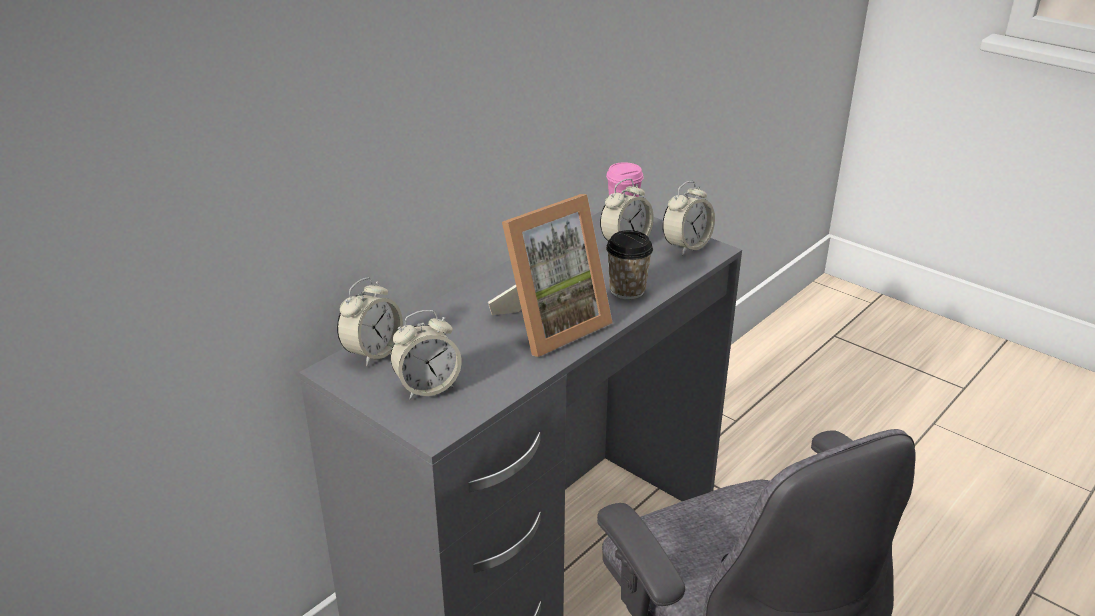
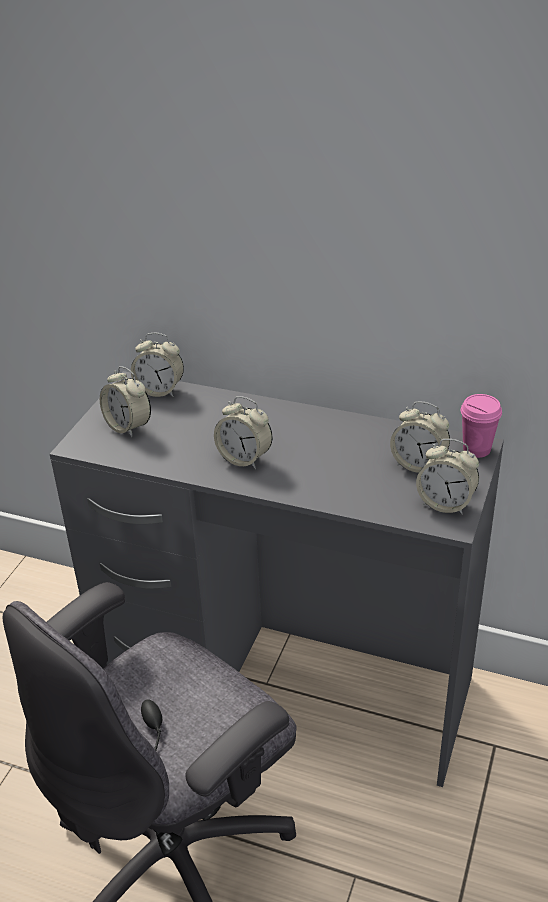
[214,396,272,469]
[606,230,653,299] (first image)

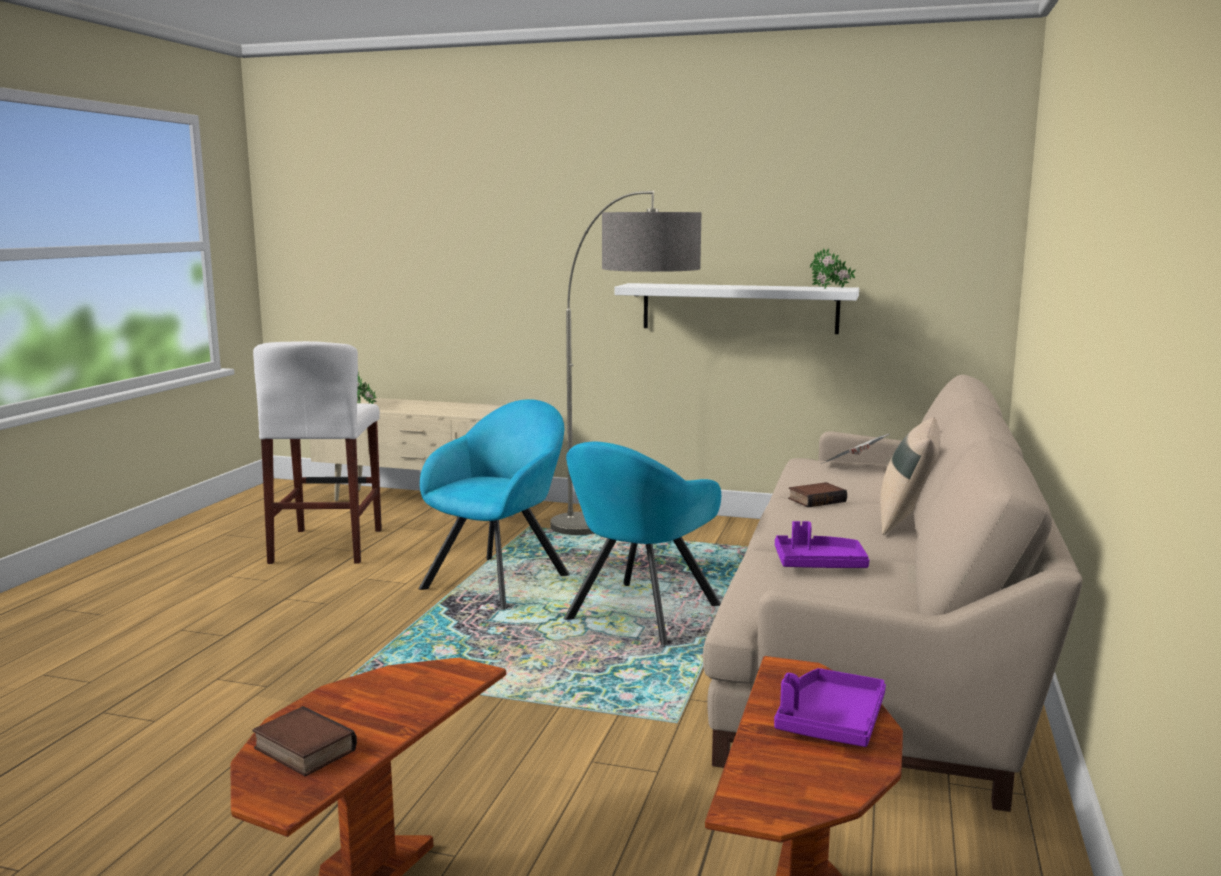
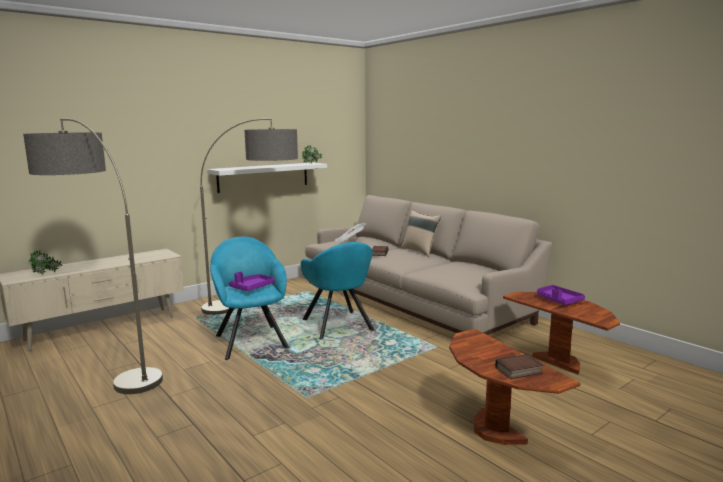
[23,118,163,394]
[229,272,275,291]

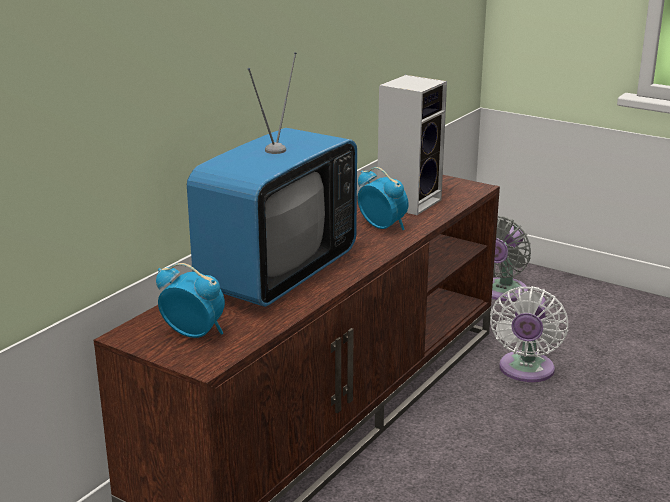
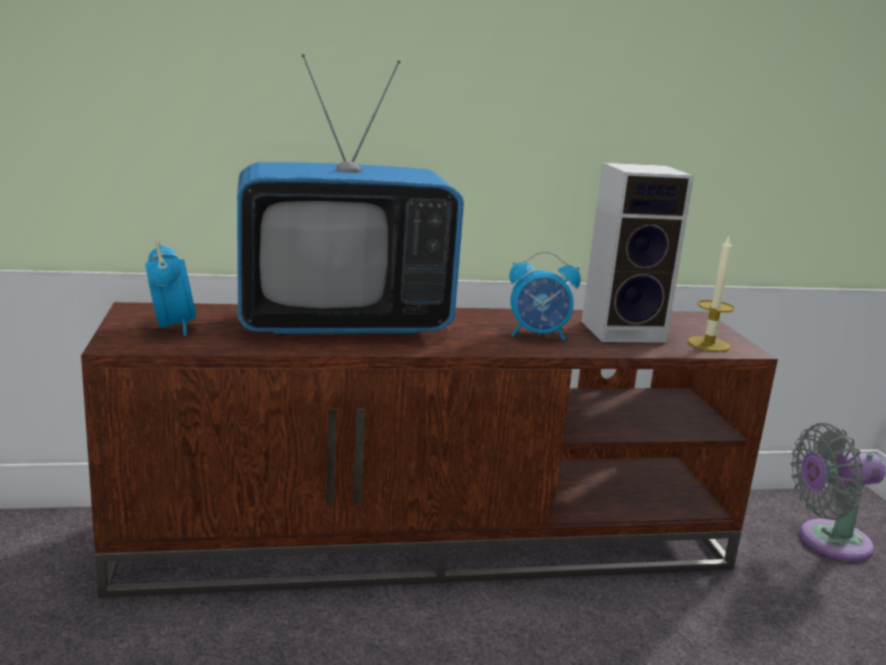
[509,251,581,341]
[490,286,568,382] (first image)
[688,236,734,352]

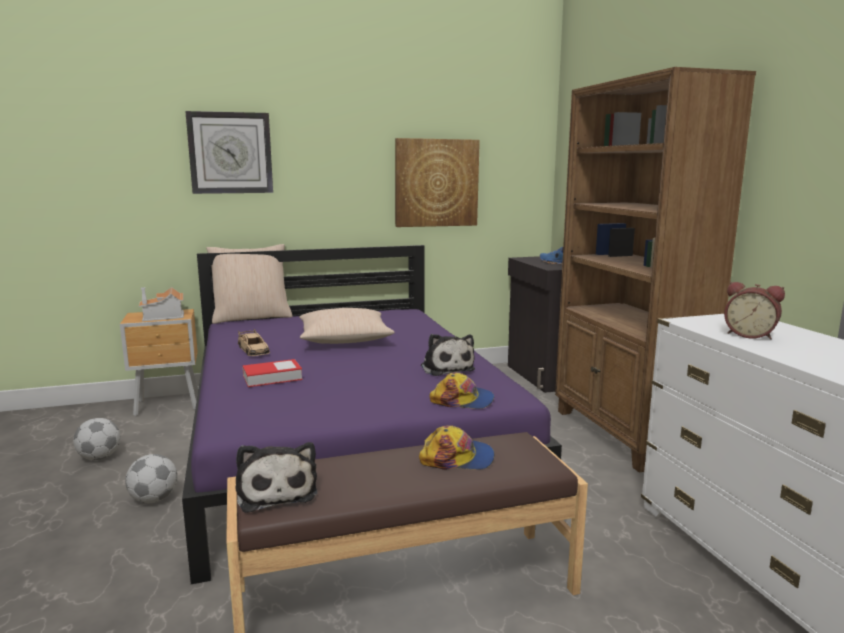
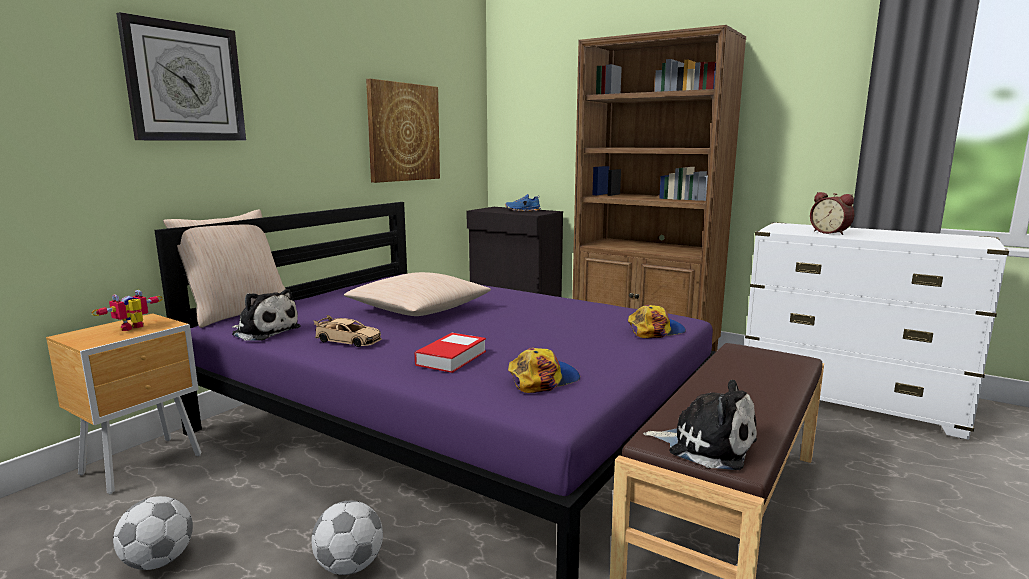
[810,192,855,235]
[92,290,162,331]
[232,289,301,341]
[508,348,580,393]

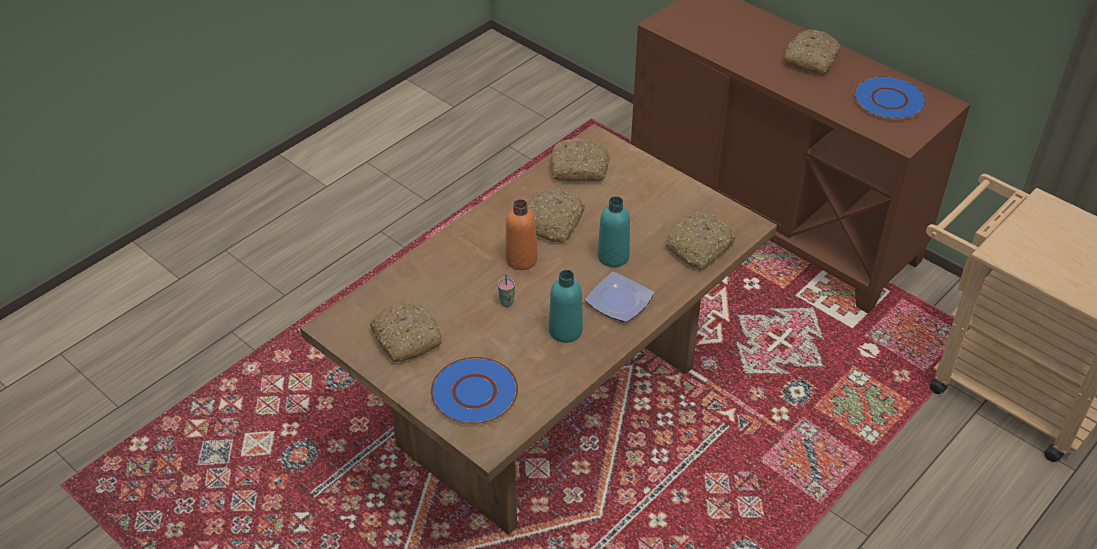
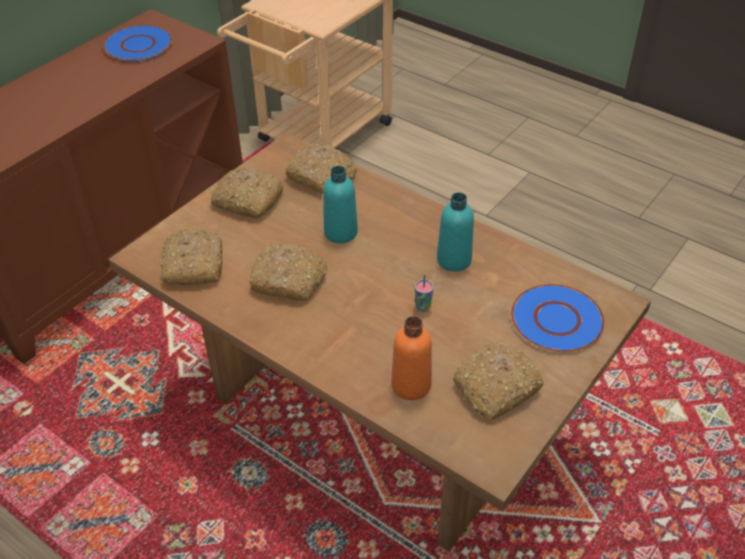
[211,167,283,218]
[391,316,432,400]
[585,272,654,322] (first image)

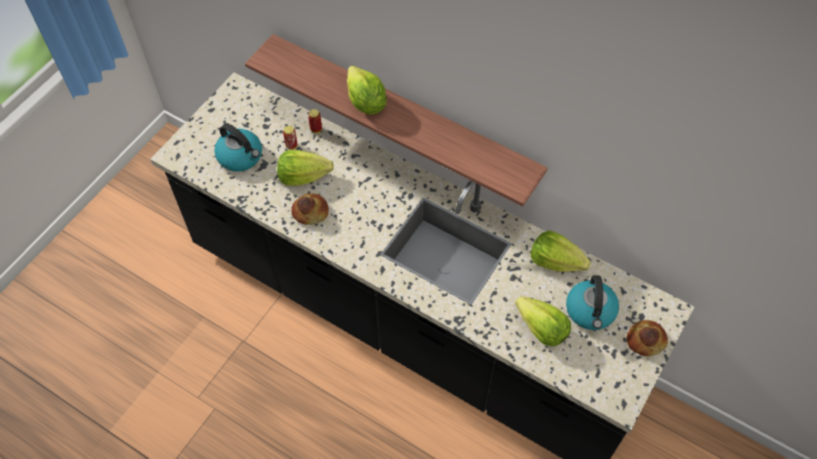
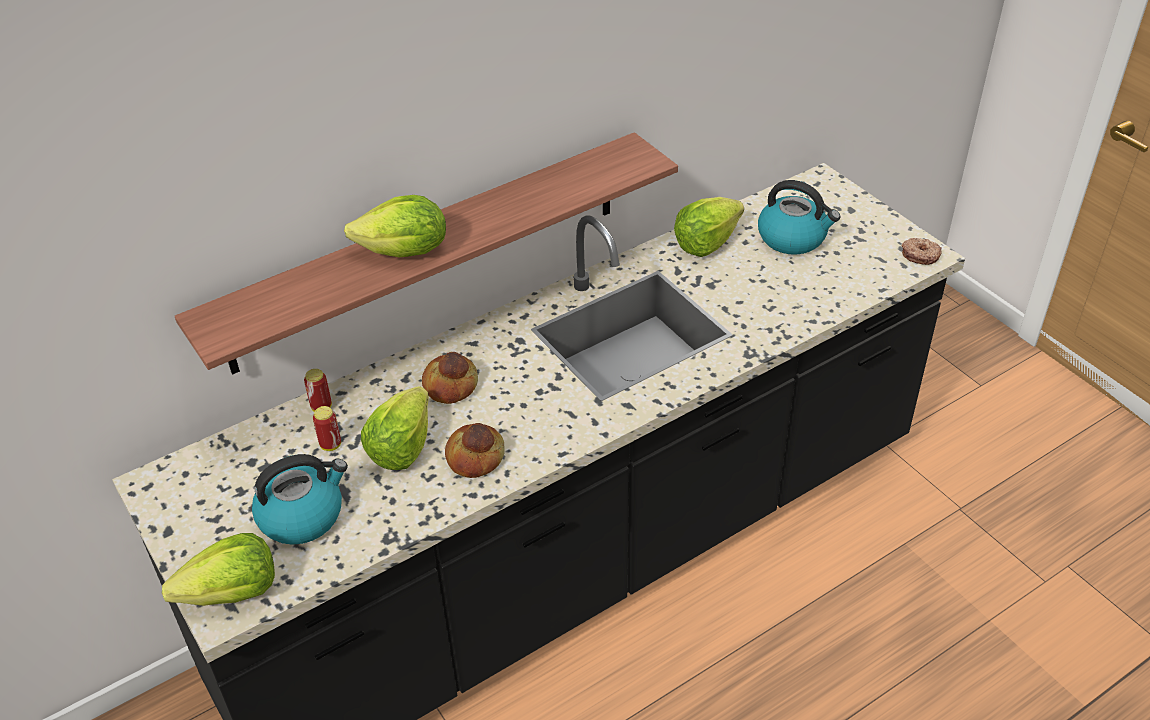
[162,533,275,606]
[422,352,478,404]
[902,238,942,265]

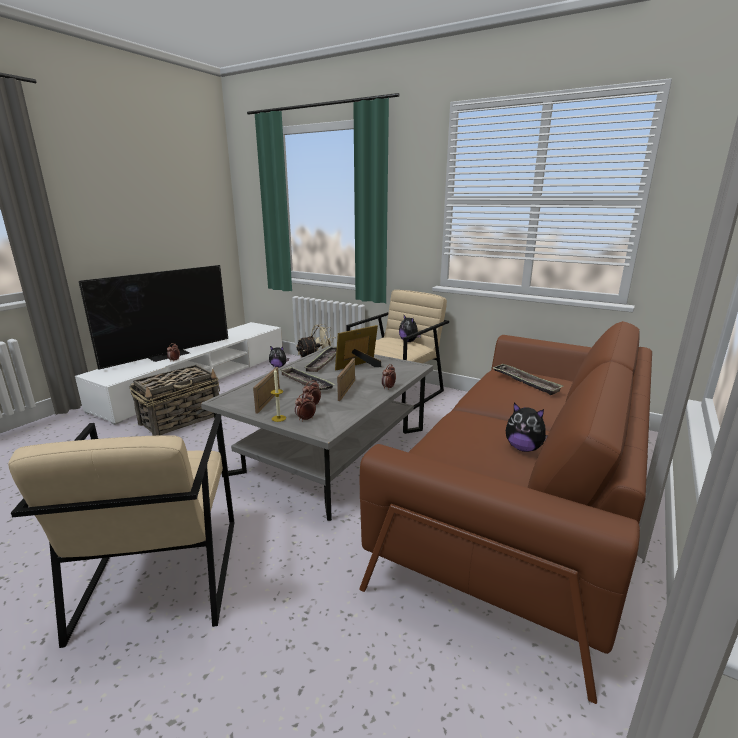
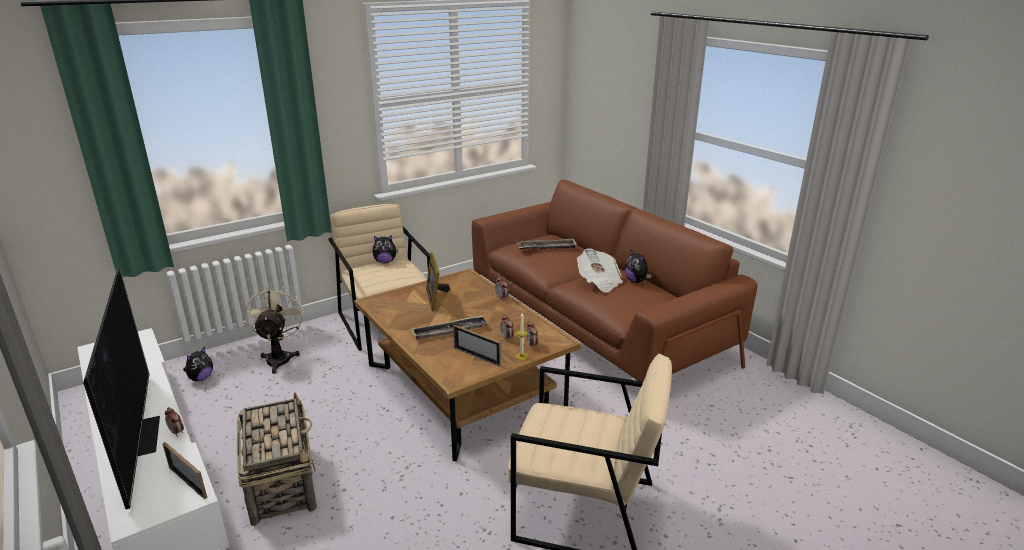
[354,268,581,461]
[305,347,337,372] (first image)
[162,442,207,499]
[624,250,652,283]
[577,248,623,293]

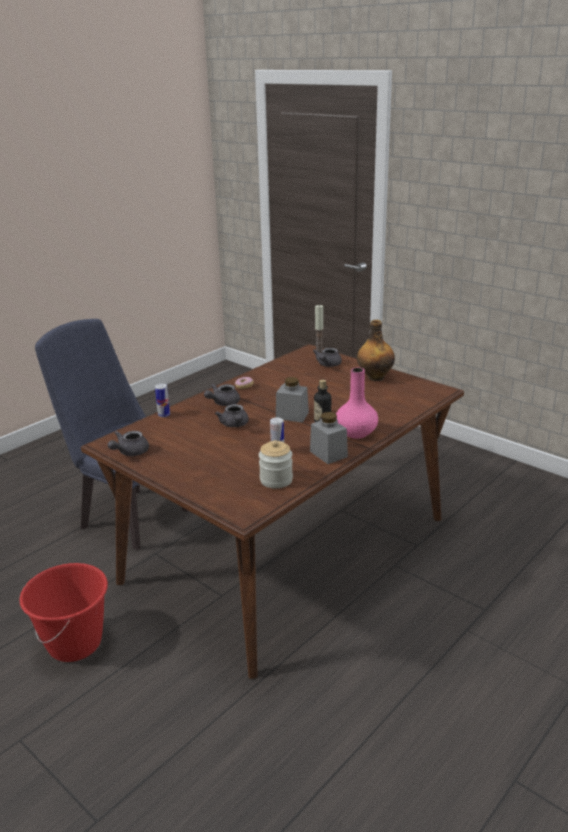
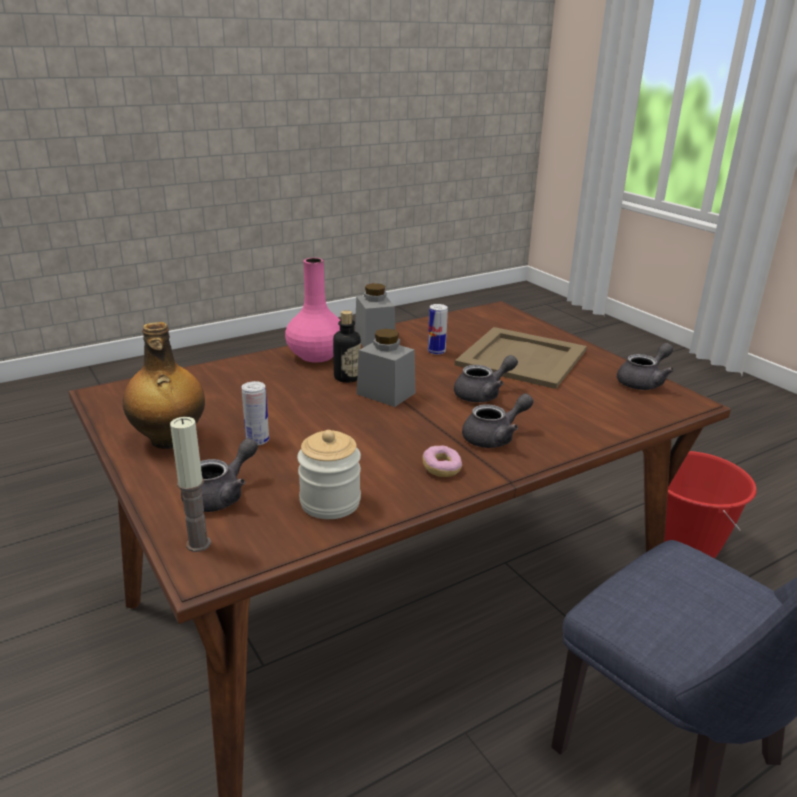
[241,381,269,445]
[454,355,518,402]
[297,430,361,519]
[455,327,587,389]

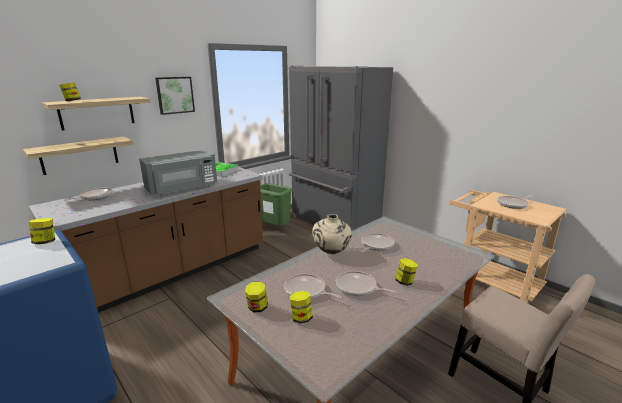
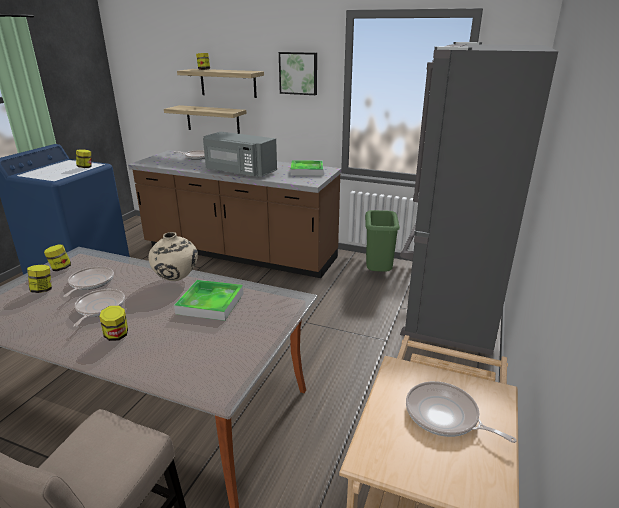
[174,280,244,321]

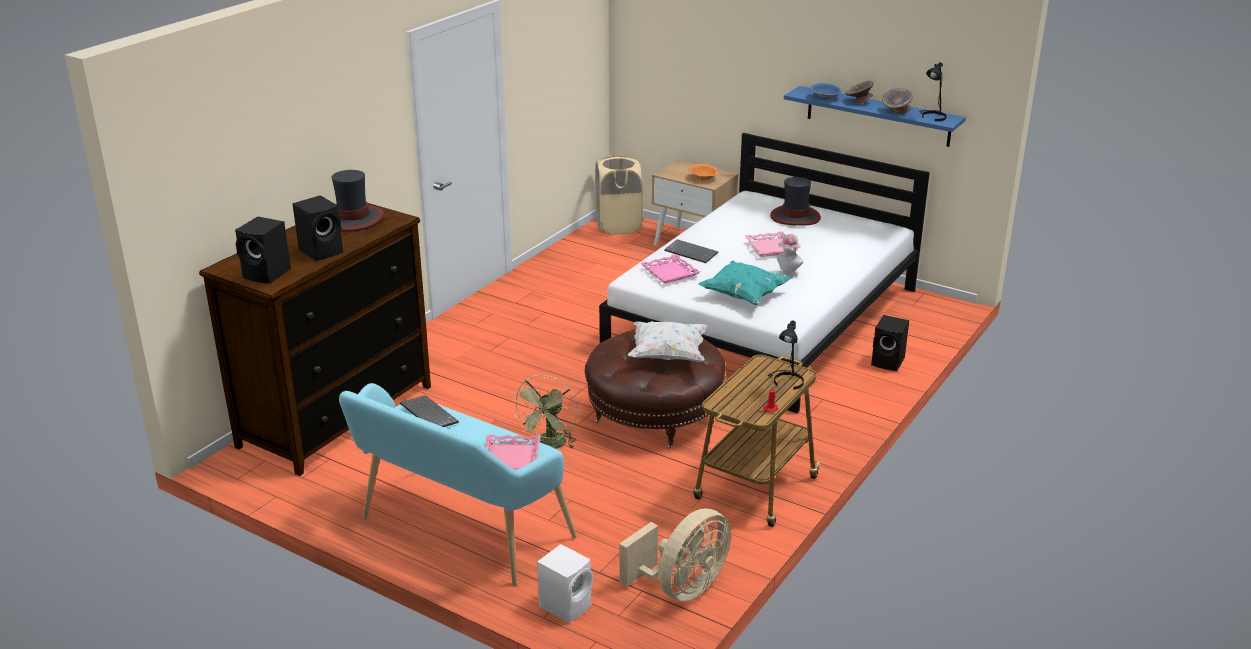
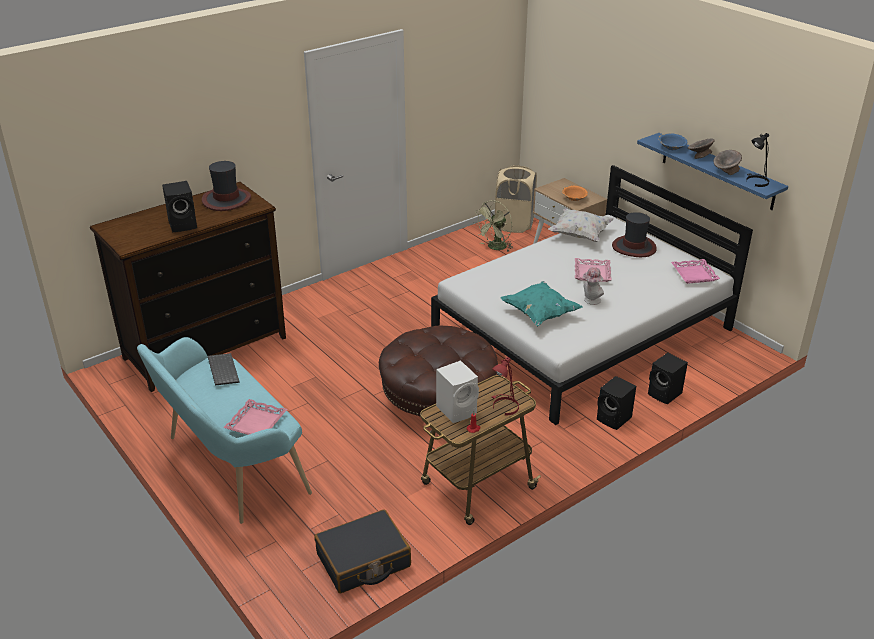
[597,376,636,430]
[664,239,718,263] (first image)
[671,259,720,284]
[492,357,519,415]
[548,209,614,242]
[474,200,512,252]
[314,510,411,593]
[436,360,479,423]

